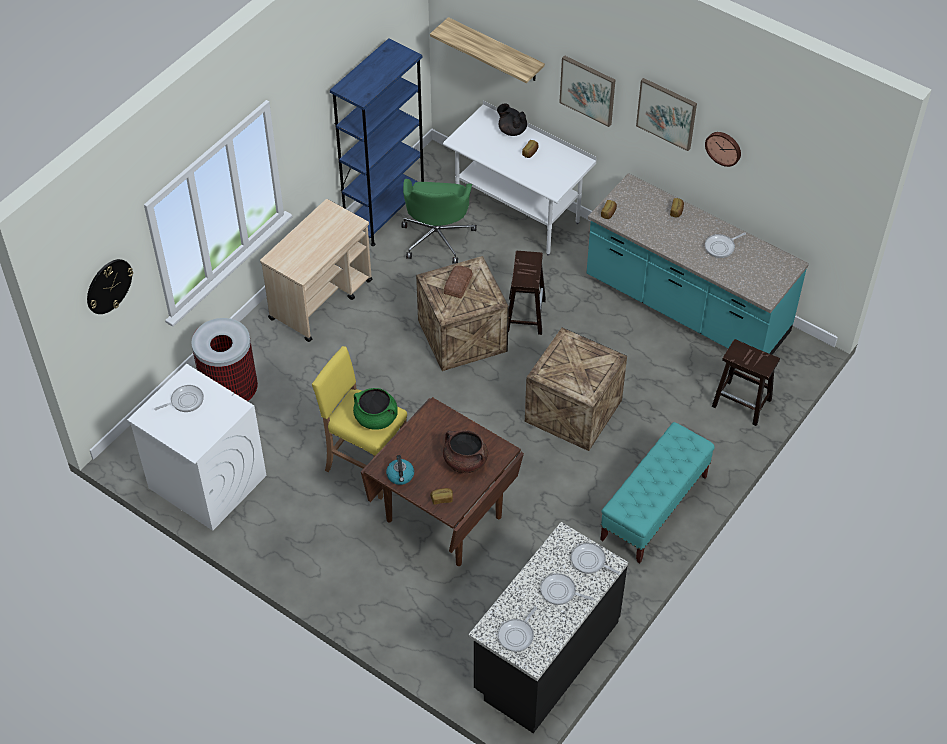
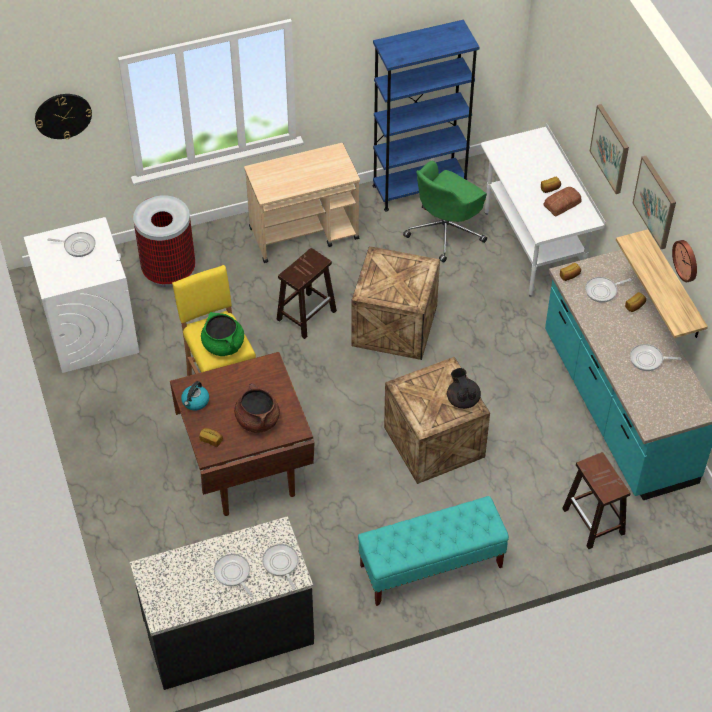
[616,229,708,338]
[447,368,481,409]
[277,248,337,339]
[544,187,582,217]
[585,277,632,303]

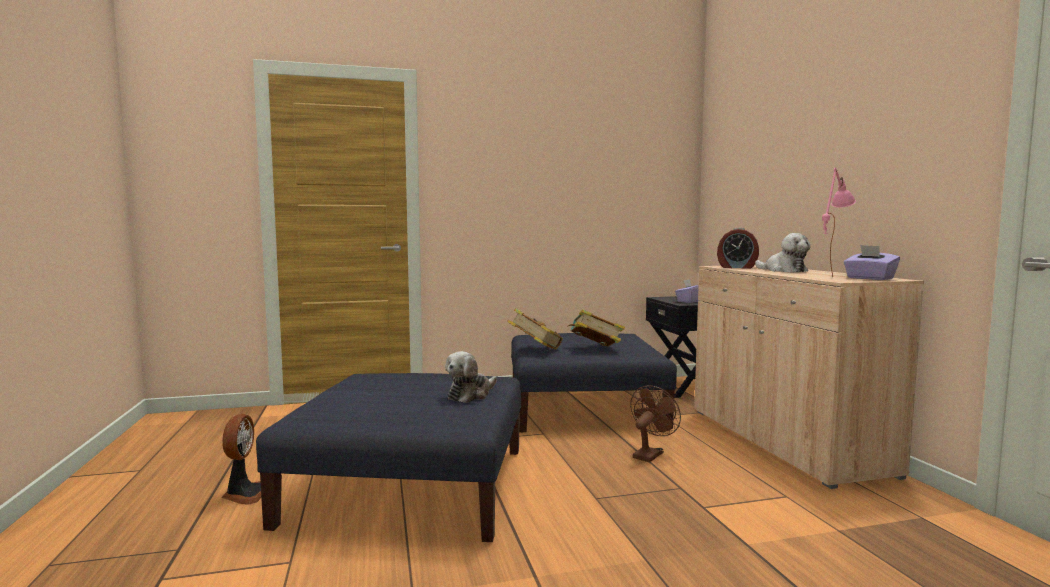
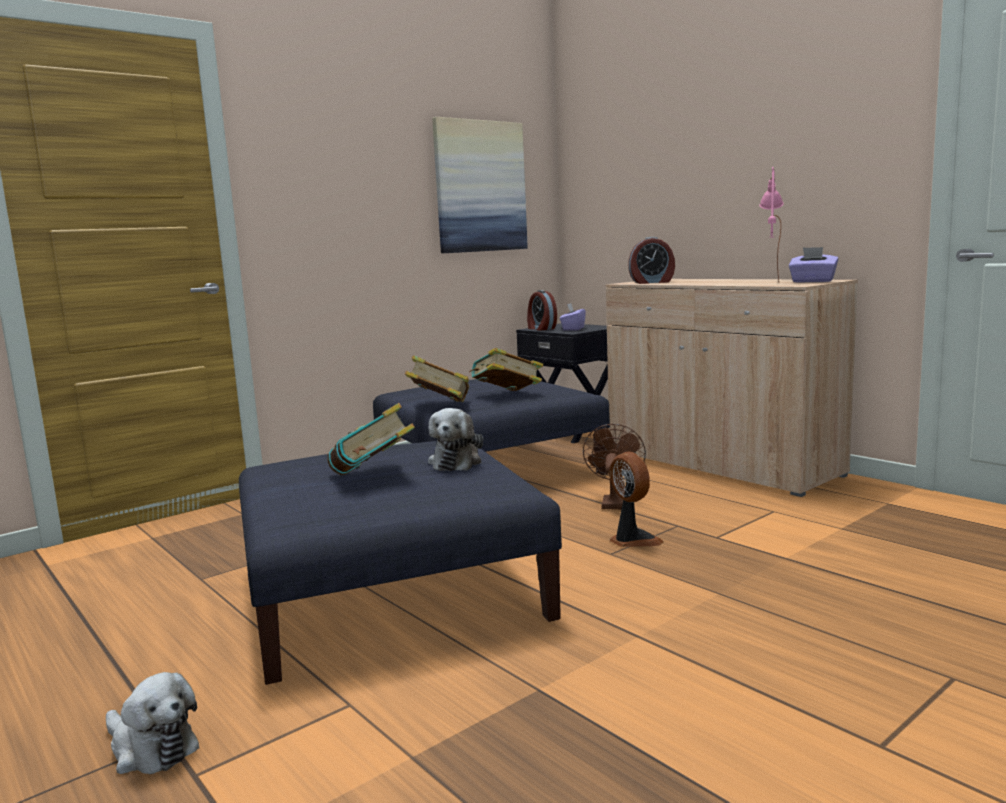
[106,672,199,774]
[609,452,664,547]
[432,117,528,253]
[527,290,557,331]
[327,403,415,475]

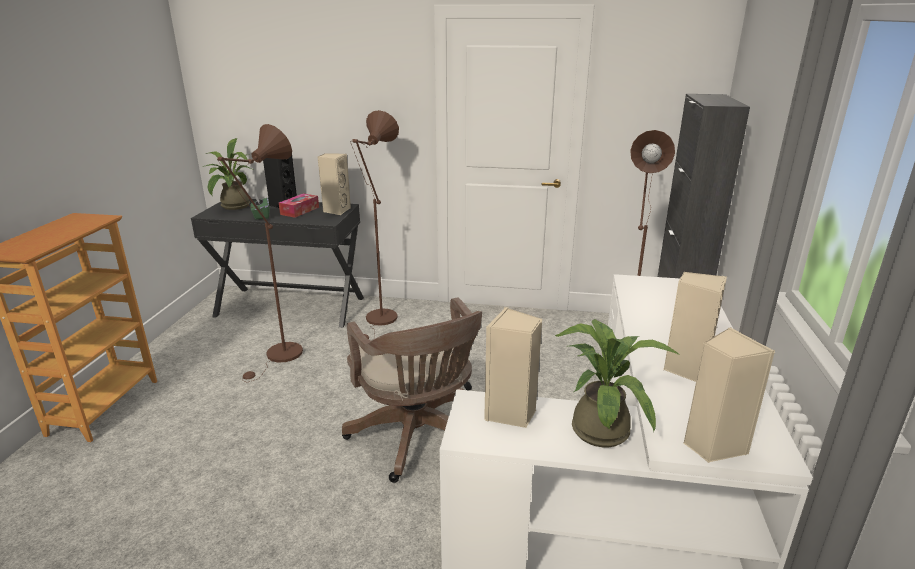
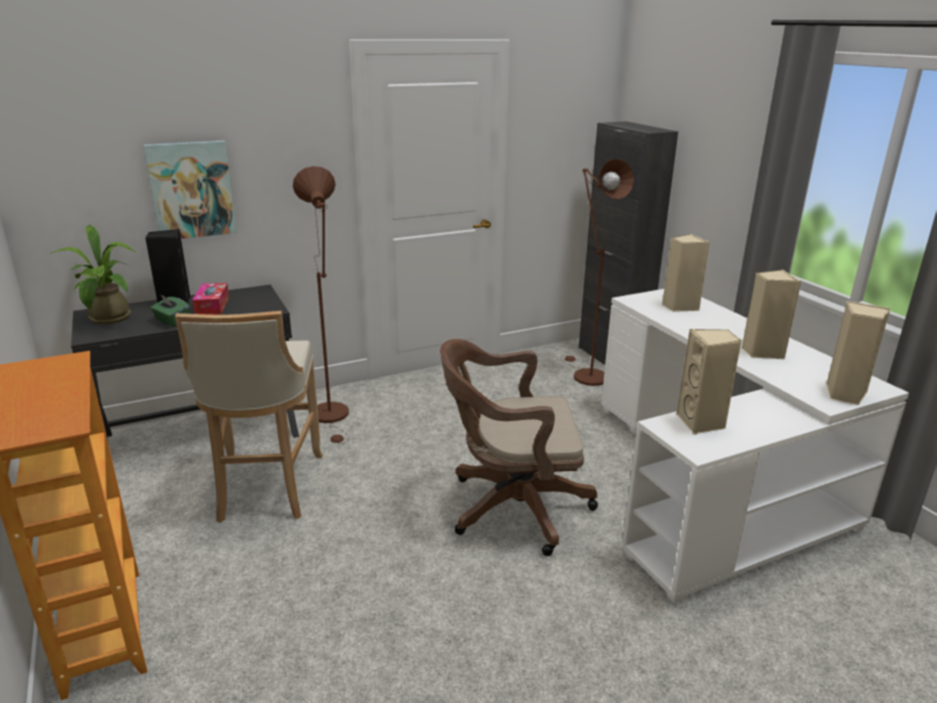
[175,311,323,523]
[662,234,710,312]
[440,339,598,556]
[555,319,679,447] (first image)
[143,140,237,239]

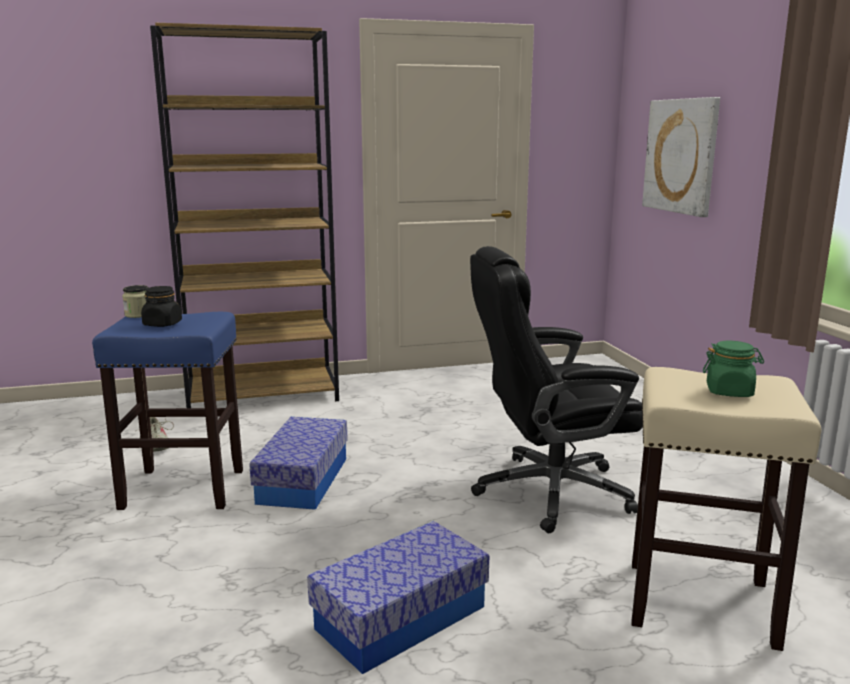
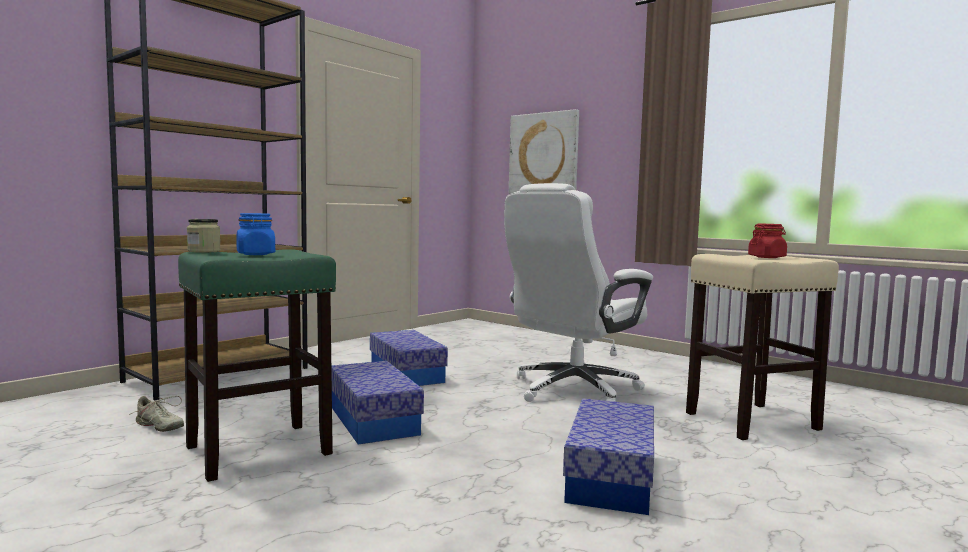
[504,183,653,402]
[236,213,275,255]
[178,249,336,482]
[748,224,787,258]
[370,330,448,386]

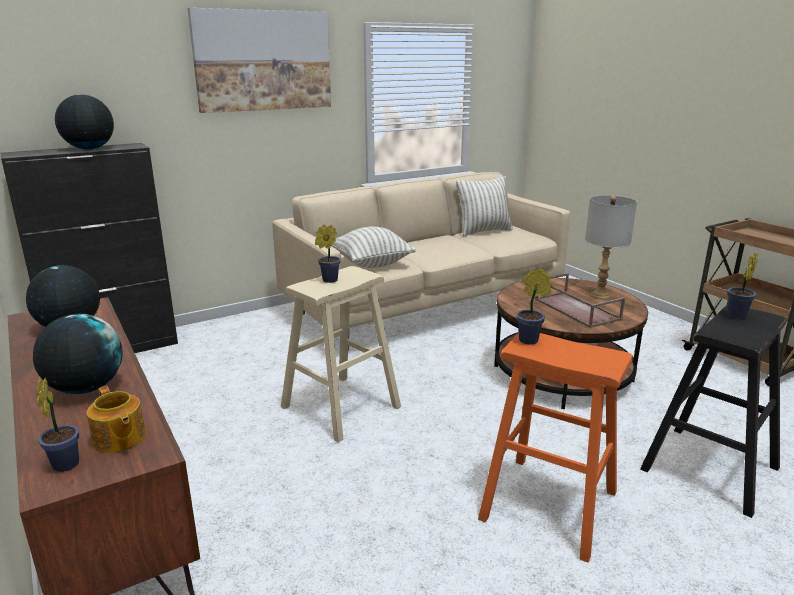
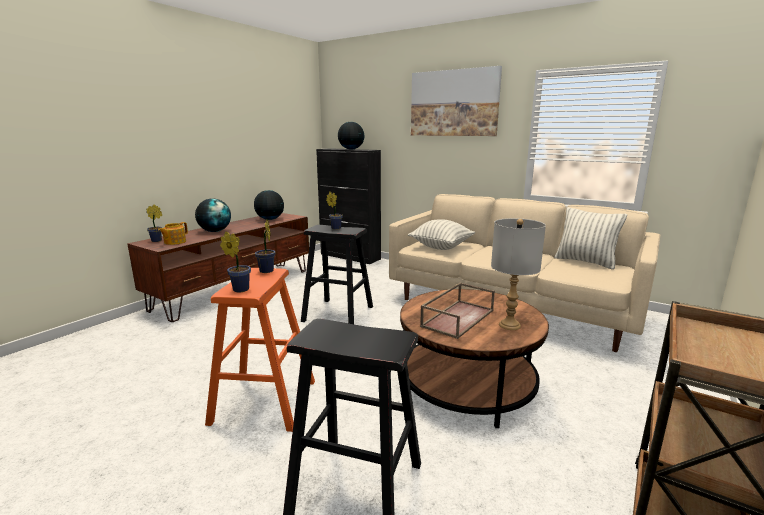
[220,231,251,292]
[301,225,373,324]

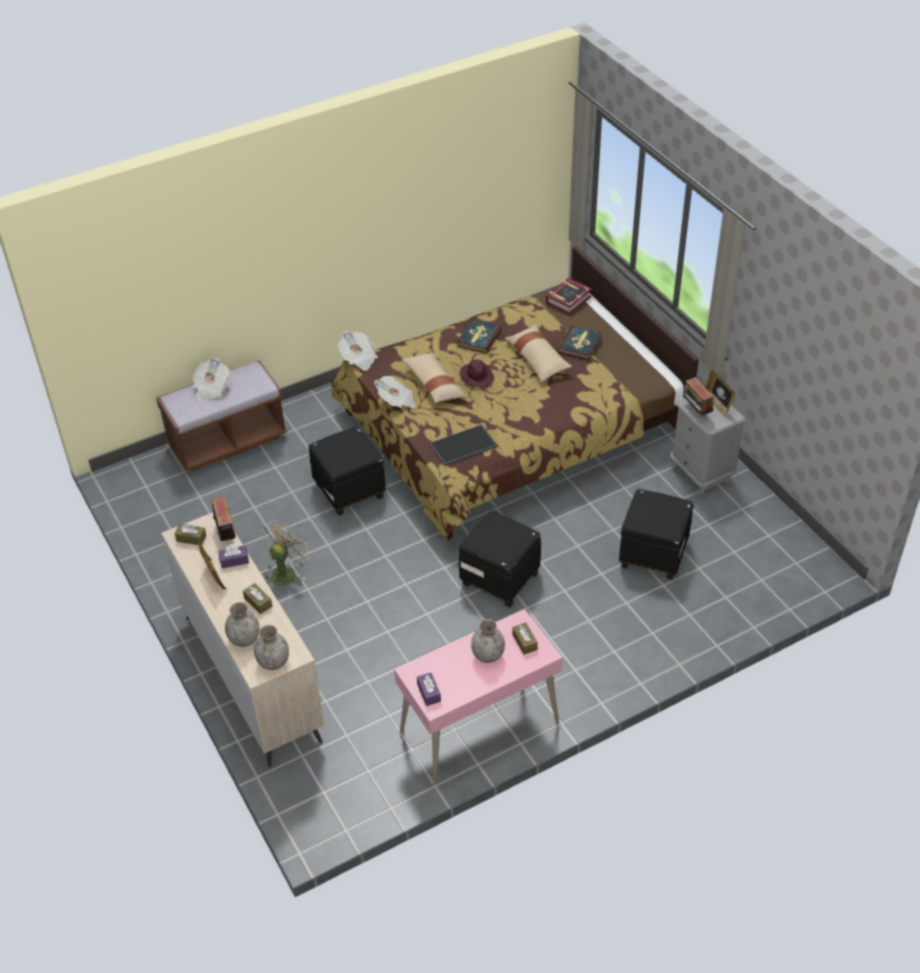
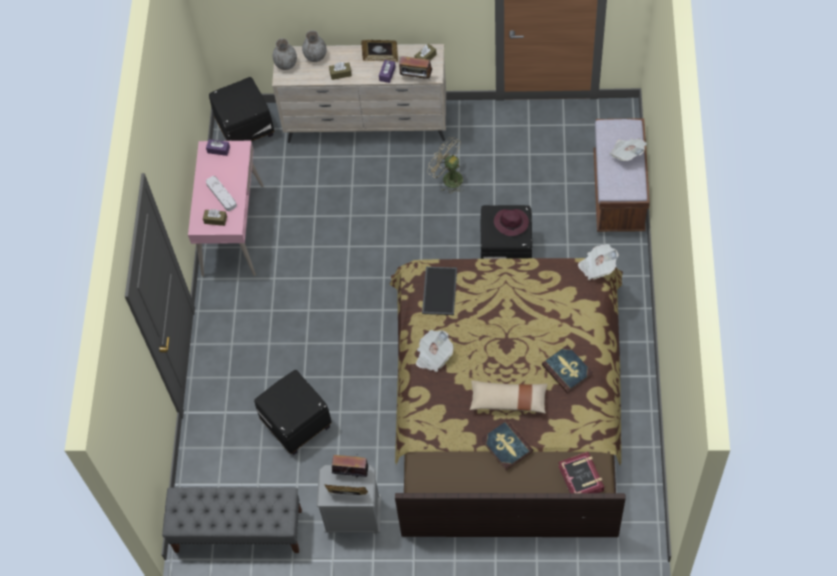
[401,352,468,403] (first image)
[494,209,529,236]
[416,330,454,372]
[209,77,274,142]
[427,137,464,194]
[206,176,237,211]
[162,487,302,553]

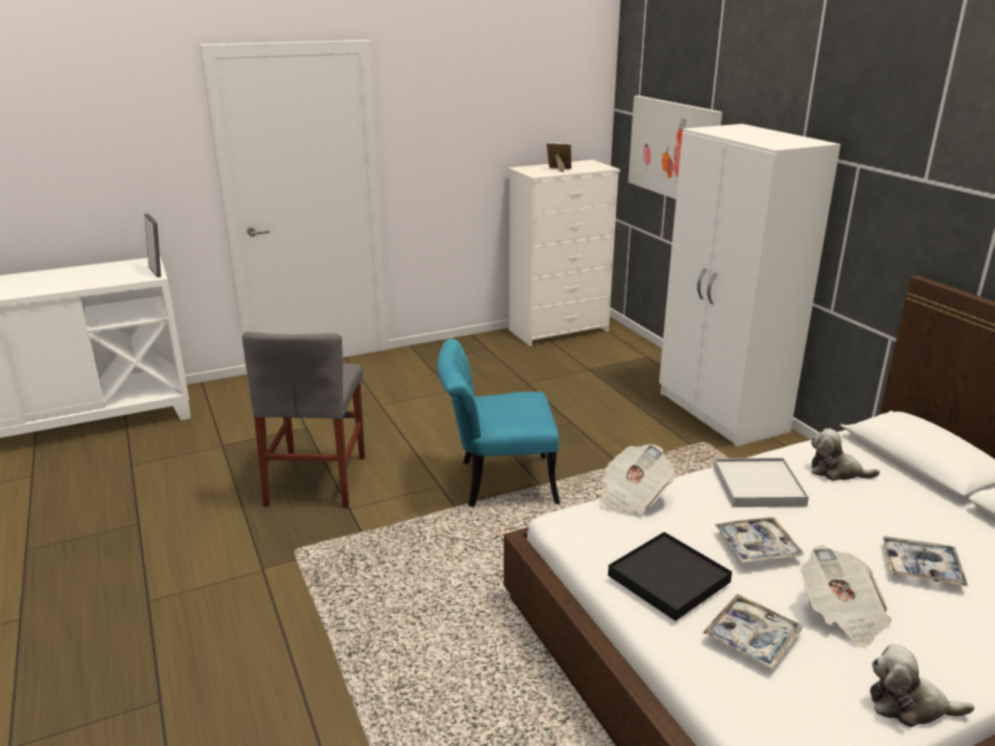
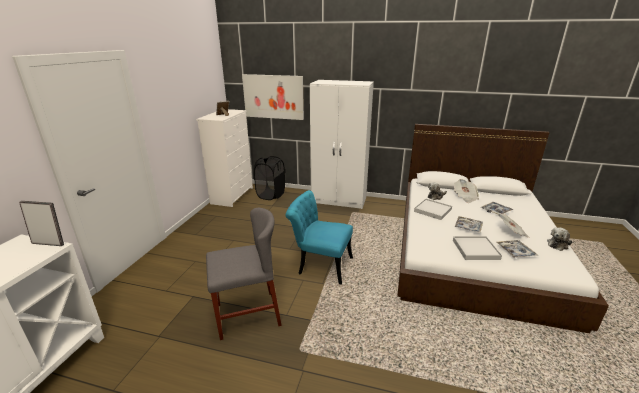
[206,208,282,340]
[286,190,353,284]
[454,179,479,203]
[453,236,502,260]
[254,156,285,200]

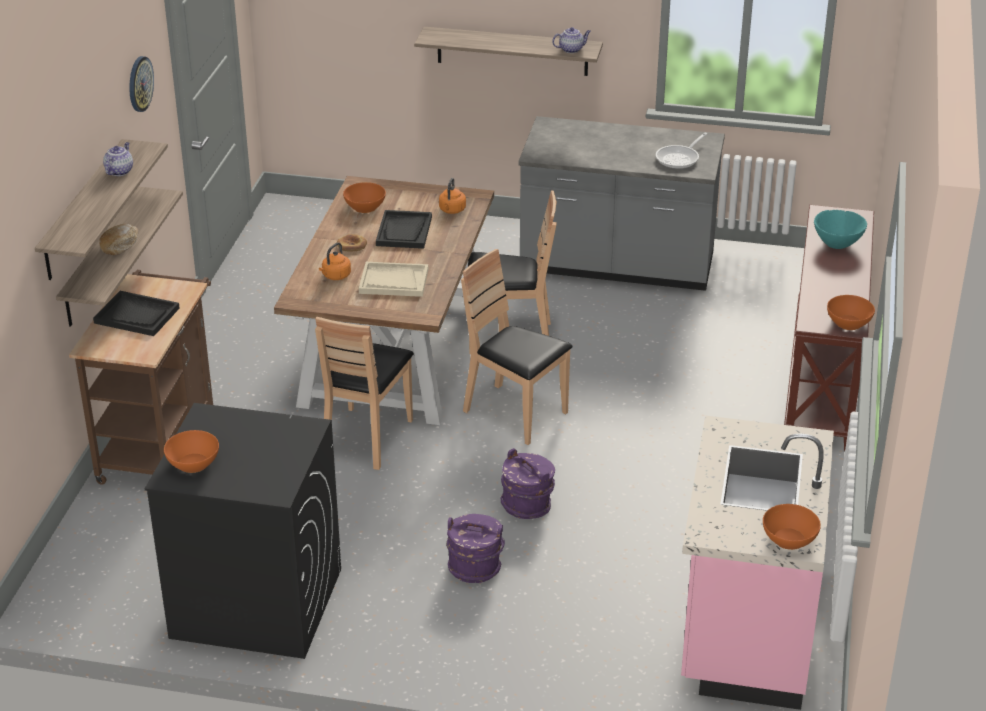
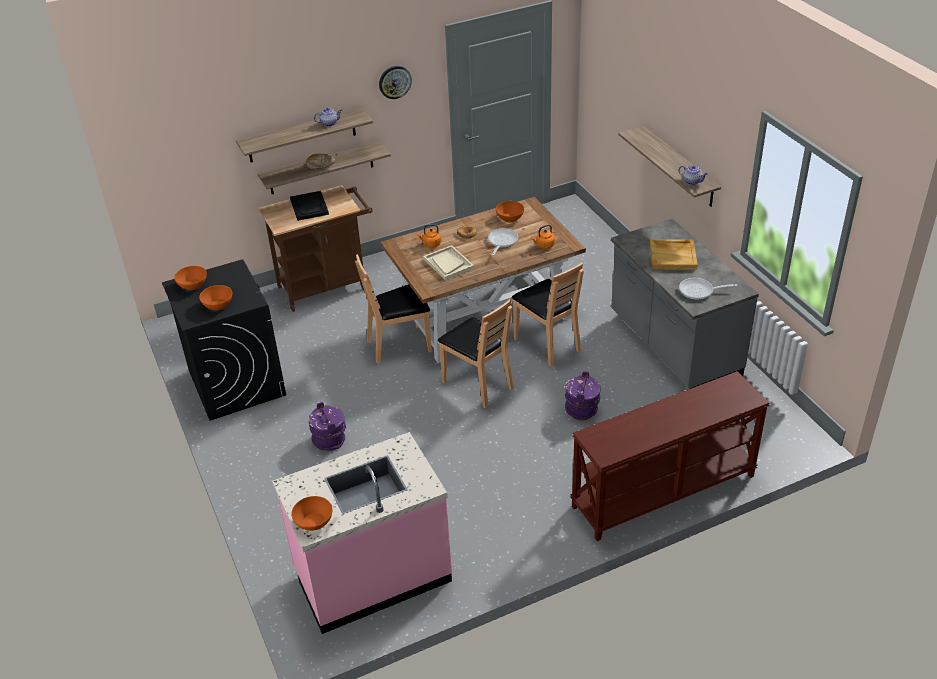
[488,228,519,256]
[814,210,867,249] (first image)
[438,299,514,408]
[199,285,232,310]
[565,371,601,420]
[650,239,698,270]

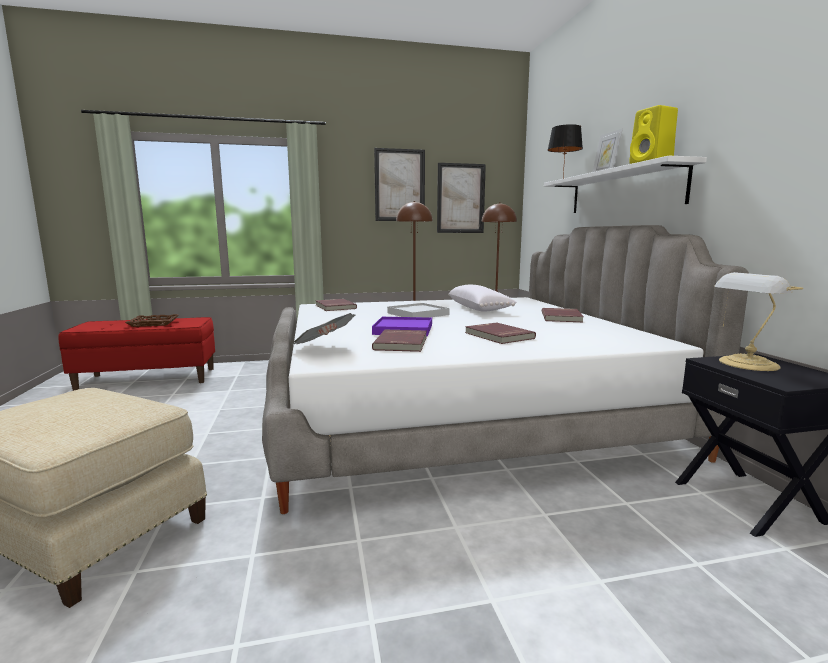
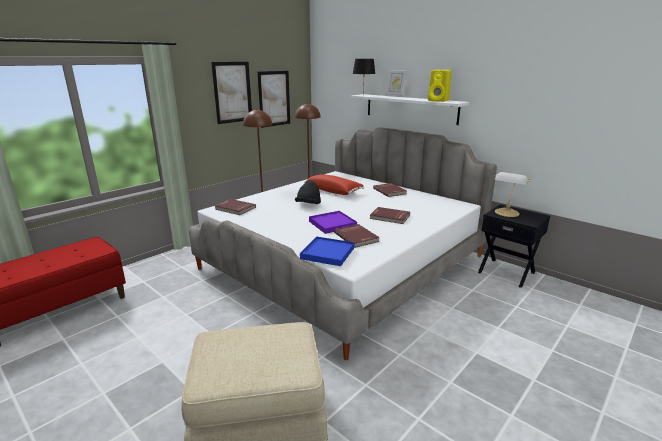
[304,174,364,195]
[295,180,321,204]
[300,236,354,266]
[125,314,178,327] (first image)

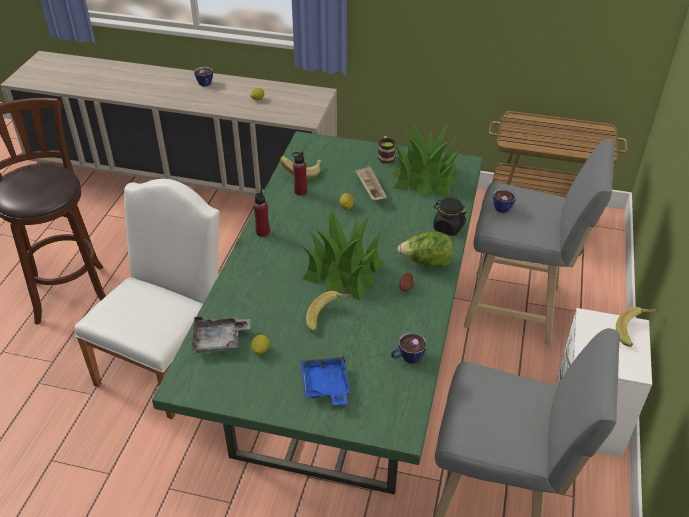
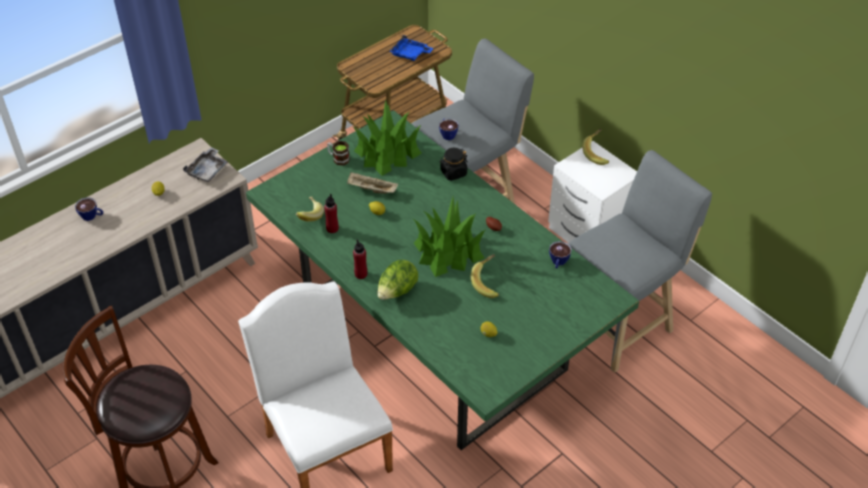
[377,260,418,300]
[183,147,228,182]
[389,35,434,61]

